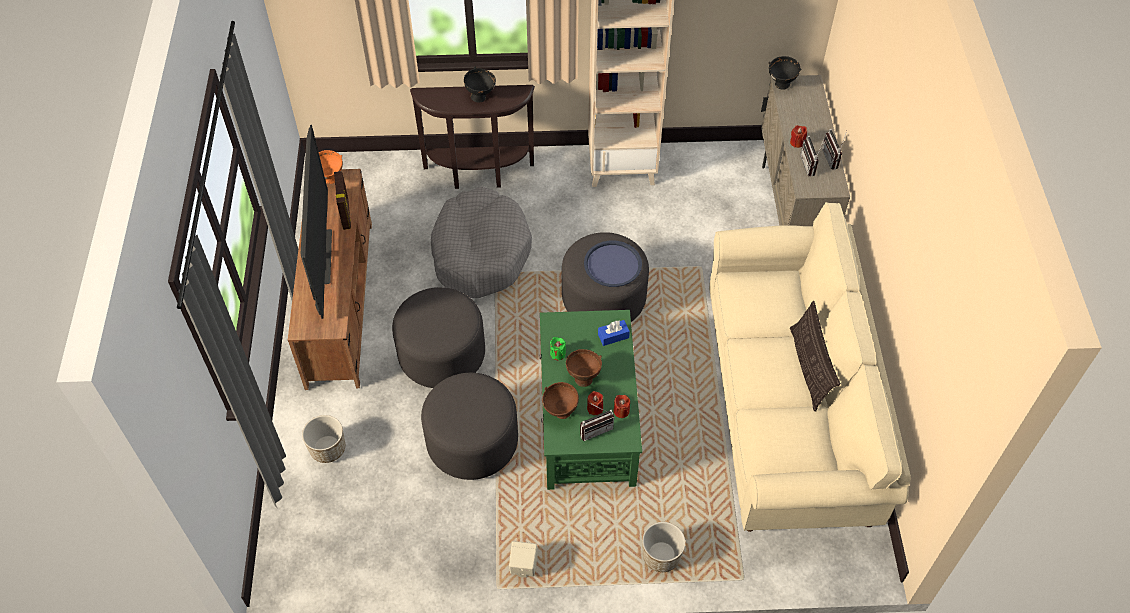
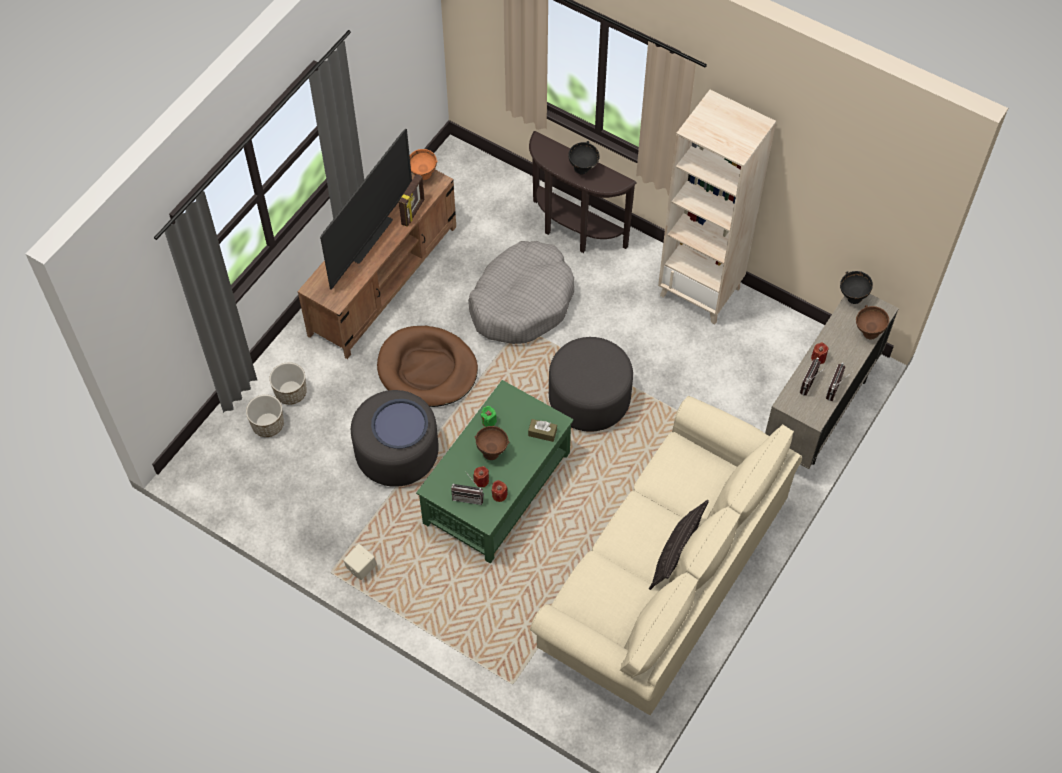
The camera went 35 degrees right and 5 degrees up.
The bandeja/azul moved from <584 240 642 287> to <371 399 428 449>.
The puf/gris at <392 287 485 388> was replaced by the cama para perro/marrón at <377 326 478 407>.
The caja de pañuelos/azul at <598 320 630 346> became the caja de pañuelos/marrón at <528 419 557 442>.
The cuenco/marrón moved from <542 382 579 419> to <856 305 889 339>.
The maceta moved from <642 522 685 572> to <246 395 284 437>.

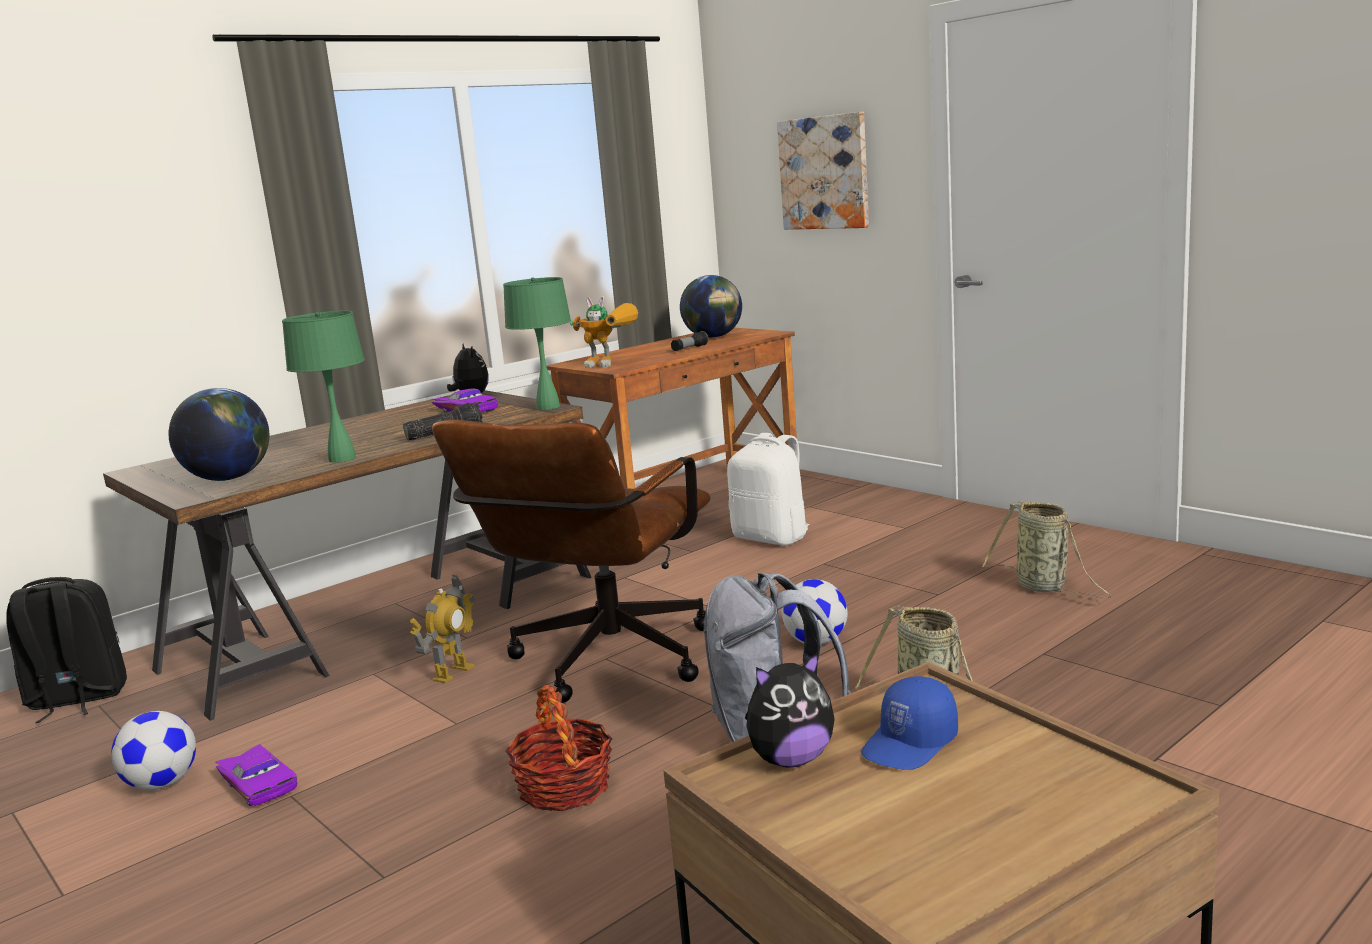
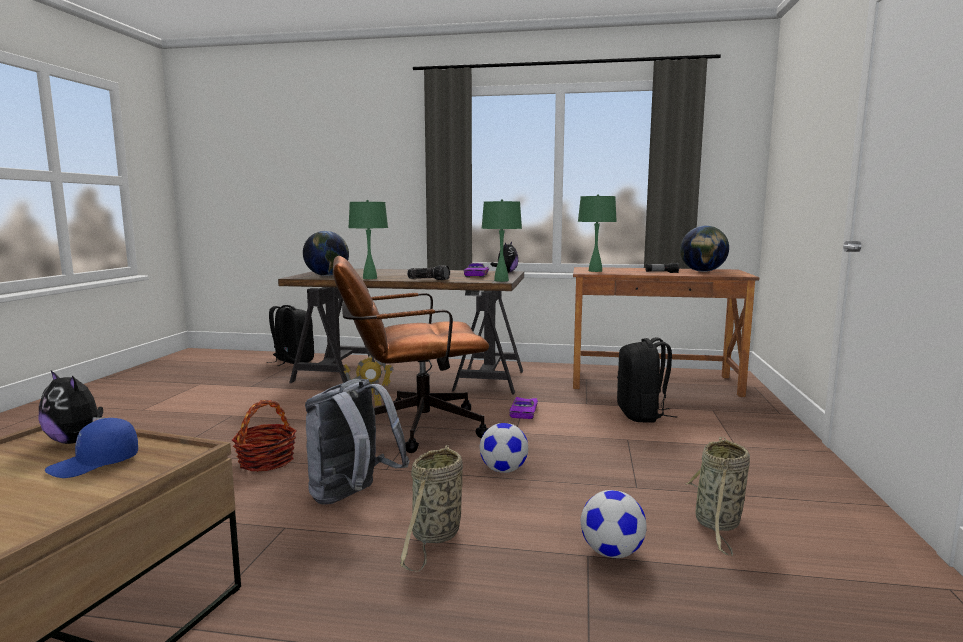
The camera went 50 degrees right and 5 degrees down.
The cuadro at <777 112 869 230> disappeared.
The robot de juguete at <570 296 638 368> was replaced by the lámpara de mesa/verde at <578 194 617 272>.
The mochila/blanco at <727 433 810 545> became the mochila/negro at <617 337 677 423>.
The gorra/azul at <861 676 958 770> turned 45 degrees counterclockwise.
The balón de fútbol moved from <111 711 196 790> to <581 490 647 558>.
The coche de juguete/morado moved from <215 744 297 806> to <509 397 538 419>.

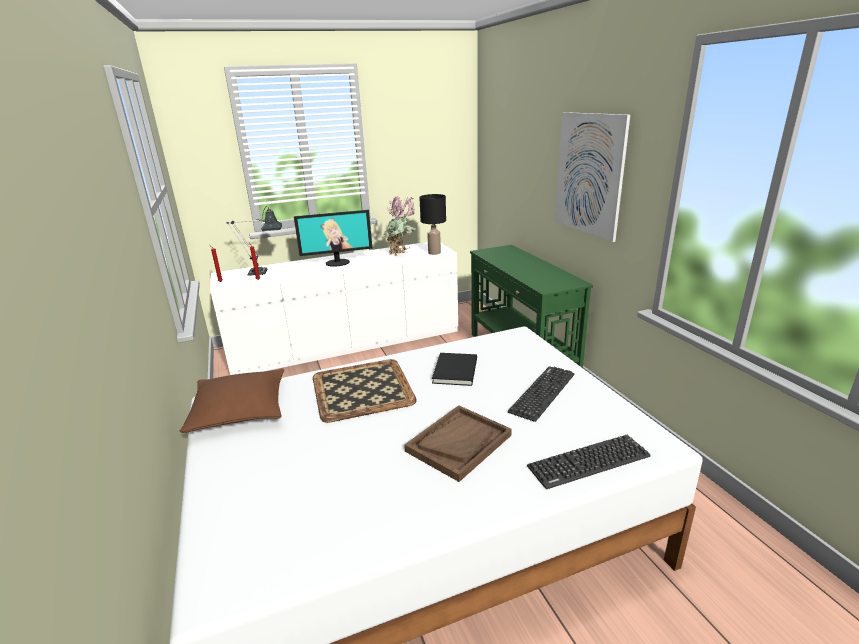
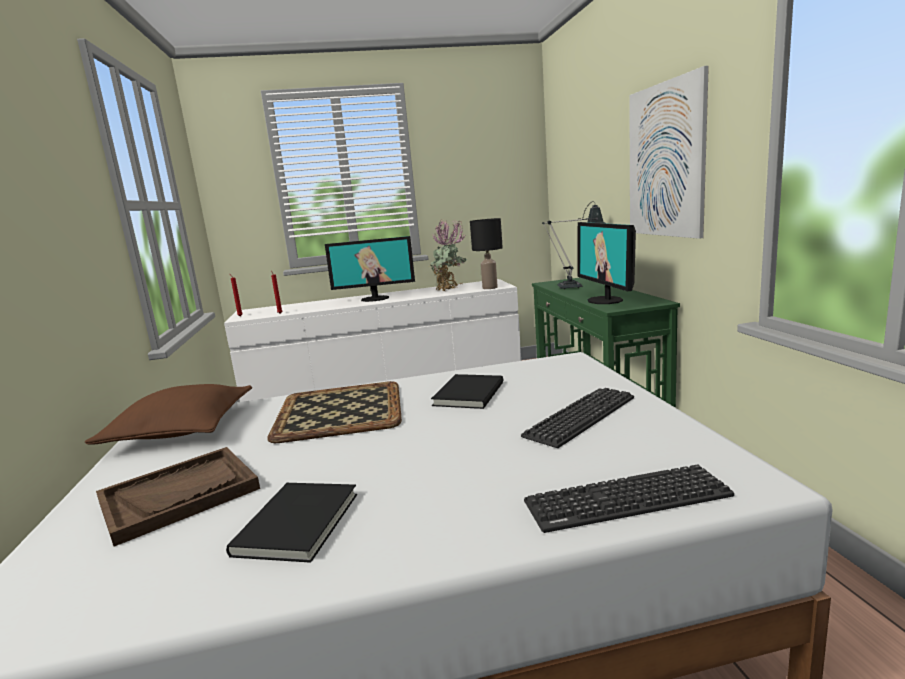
The camera went 10 degrees right and 10 degrees down.
The lámpara de mesa moved from <227 206 282 276> to <542 201 605 289>.
The bandeja/marrón moved from <404 405 512 482> to <96 447 260 546>.
The monitor at <578 222 636 304> appeared.
The libro/negro at <226 483 357 563> appeared.

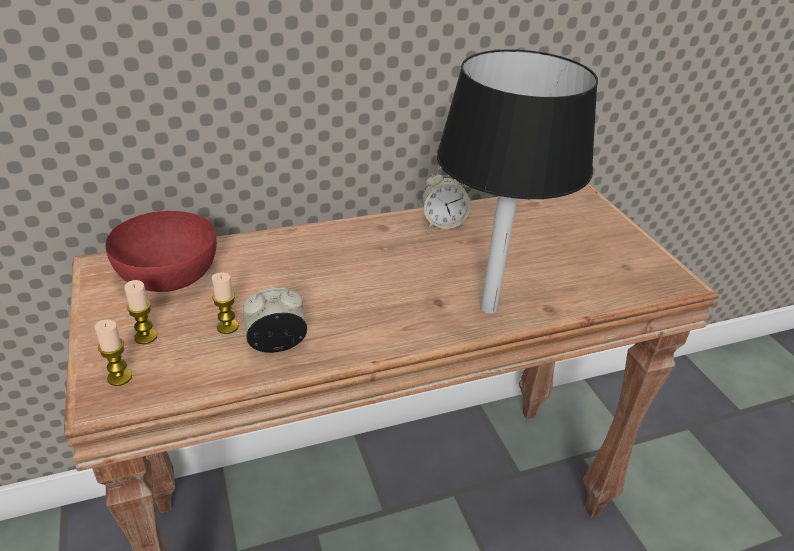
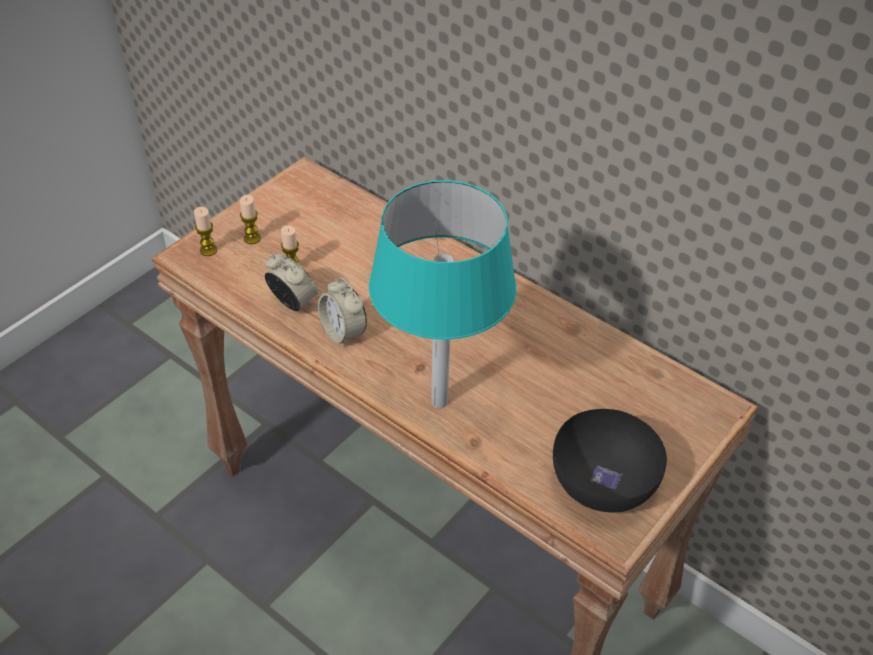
The camera went 60 degrees right and 10 degrees up.
The lámpara de mesa/negro at <437 49 598 314> became the lámpara de mesa/turquesa at <369 180 517 408>.
The despertador moved from <422 167 471 229> to <318 277 367 348>.
The cuenco/rojo at <106 211 217 292> disappeared.
The cuenco/negro at <553 409 667 513> appeared.

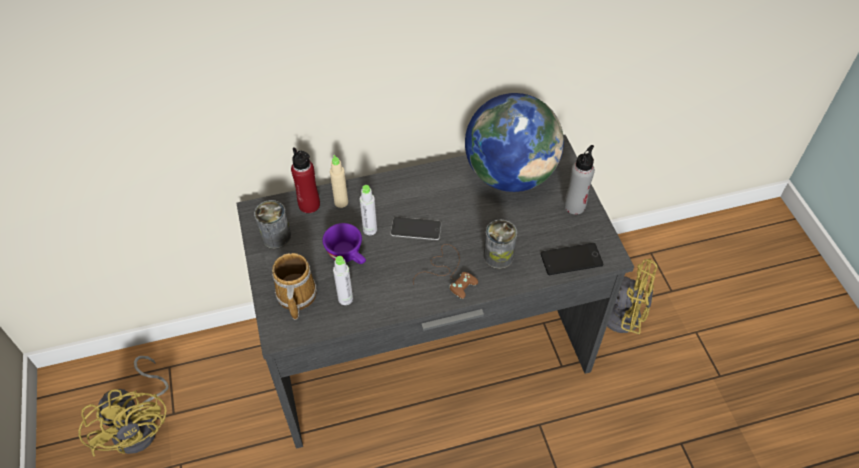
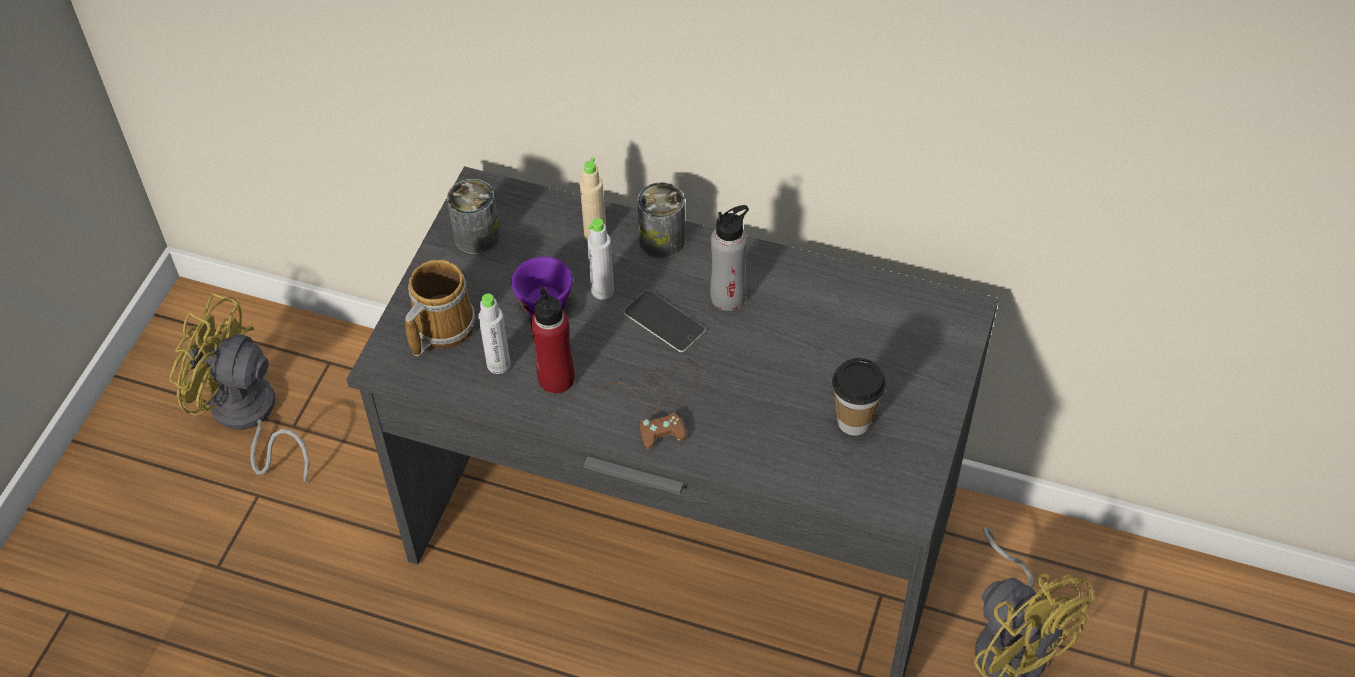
The camera went 35 degrees right and 0 degrees up.
The globo terráqueo at <465 93 564 192> disappeared.
The botella/gris moved from <564 145 595 214> to <710 205 749 311>.
The botella/rojo moved from <291 147 320 213> to <531 286 575 394>.
The lata moved from <483 220 517 269> to <637 182 685 259>.
The móvil at <541 243 603 275> disappeared.
The ventilador/amarillo at <78 356 169 457> turned 105 degrees clockwise.
The taza at <832 358 886 436> appeared.

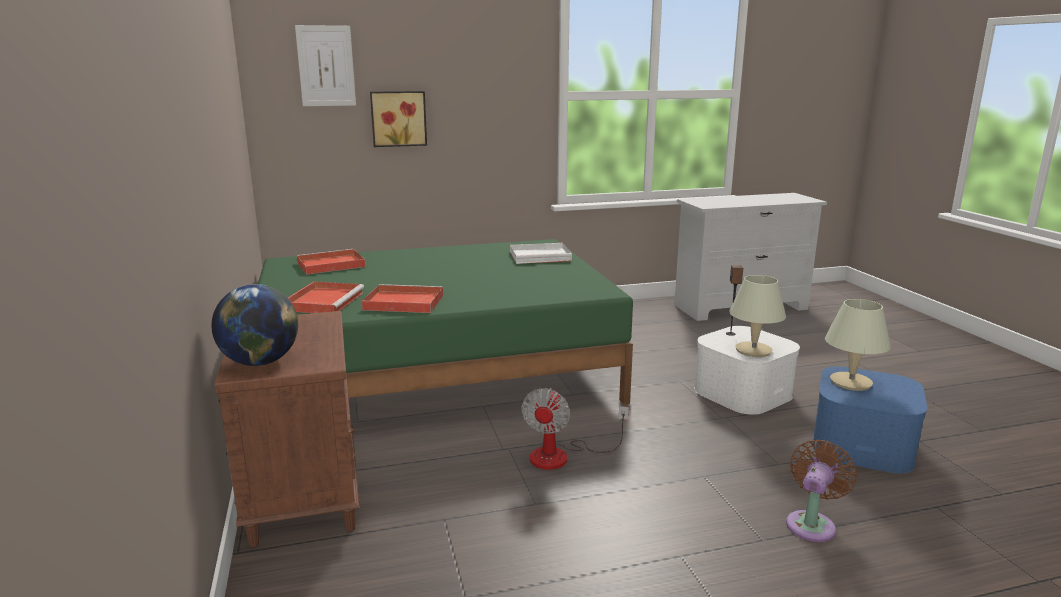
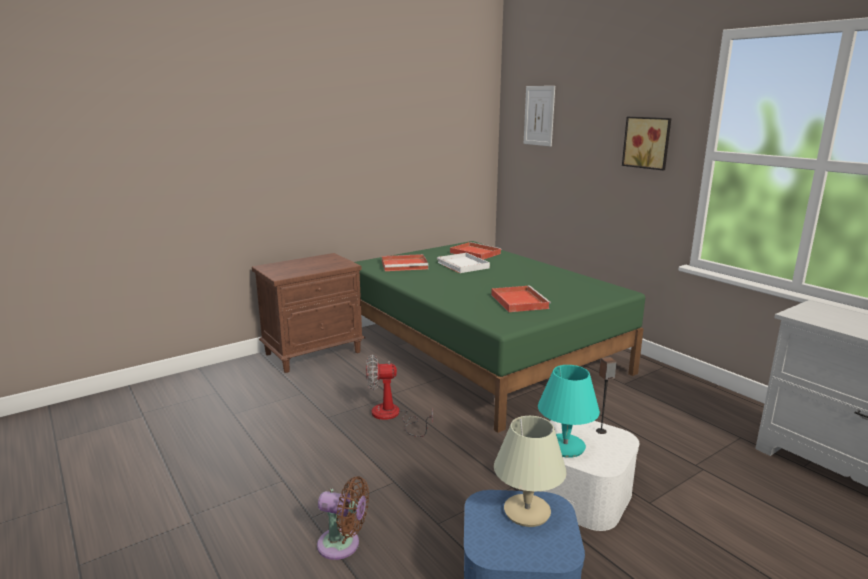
The camera went 70 degrees right and 0 degrees up.
The cuadro moved from <370 91 427 147> to <622 117 671 170>.
The bandeja/blanco moved from <510 243 572 264> to <437 253 490 273>.
The lámpara de mesa/beis at <729 275 786 357> became the lámpara de mesa/turquesa at <538 365 600 458>.
The globo terráqueo at <211 284 298 366> disappeared.
The bandeja/rojo moved from <362 284 444 313> to <491 285 551 312>.

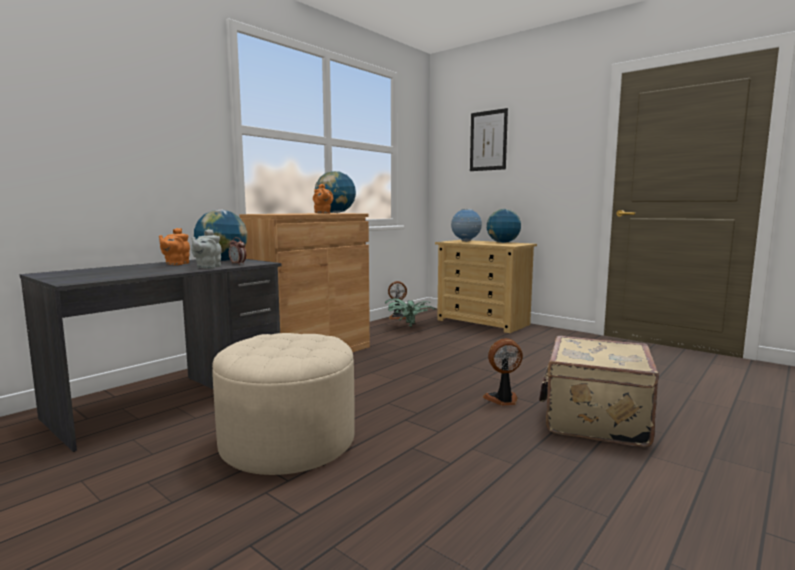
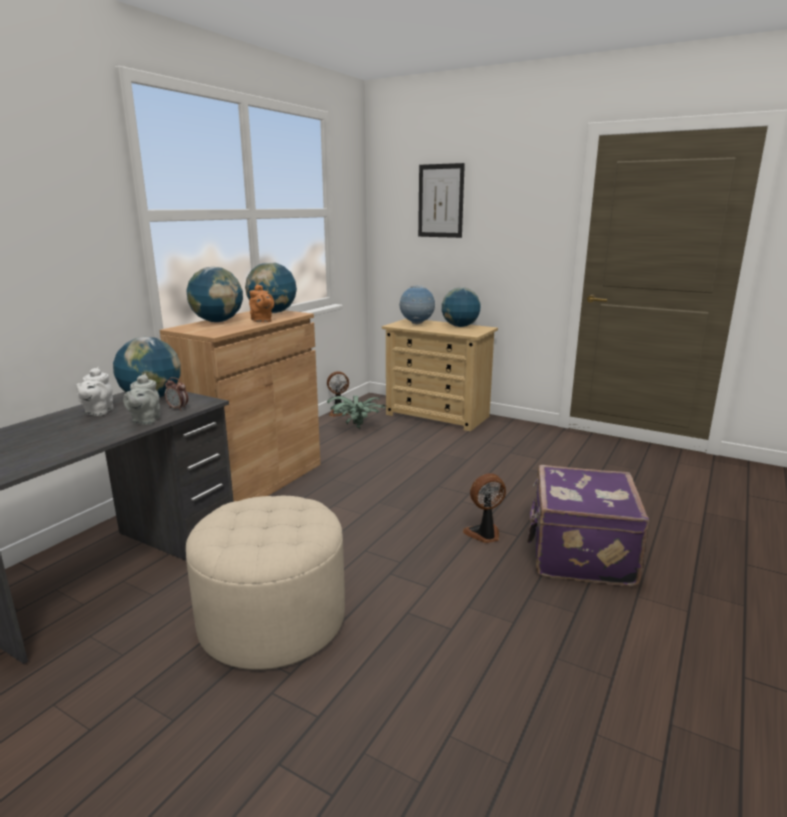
The camera went 10 degrees left and 10 degrees up.
The tetera/naranja at <159 228 190 265> became the tetera/blanco at <76 367 113 416>.
The maleta/beis at <539 336 659 447> became the maleta/morado at <527 465 649 587>.
The globo terráqueo at <186 267 243 322> appeared.

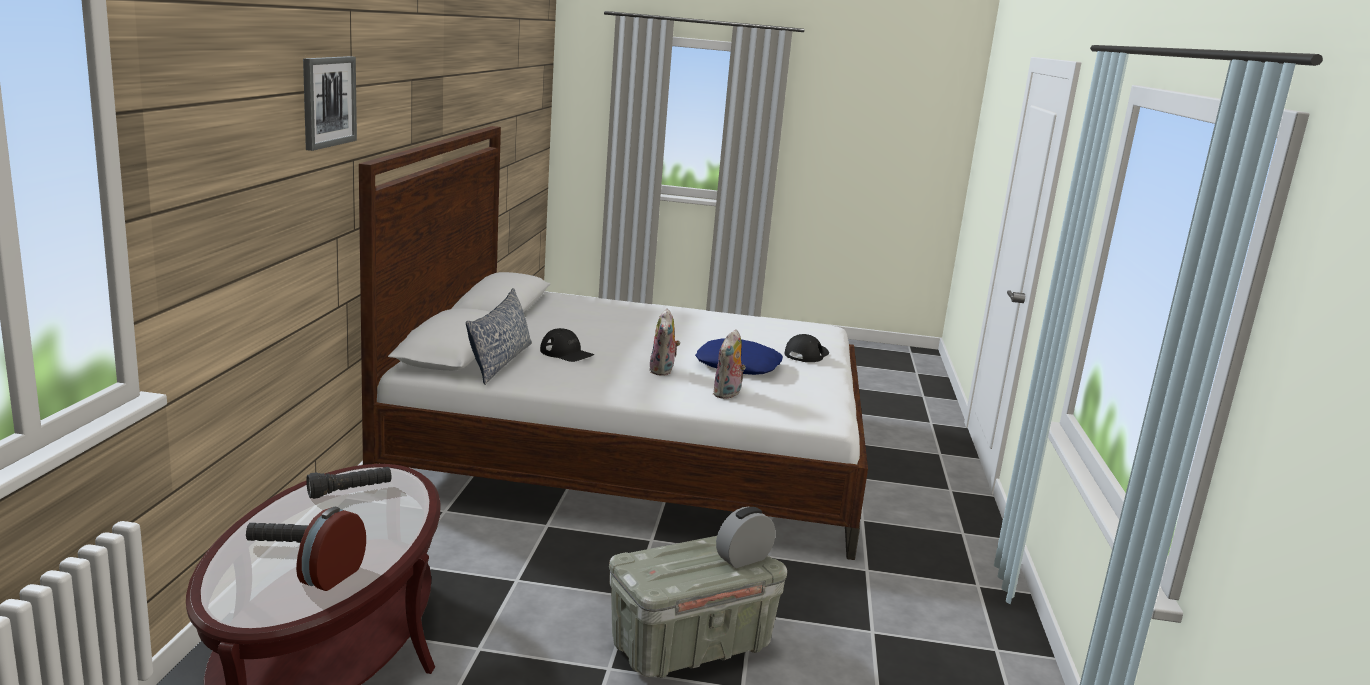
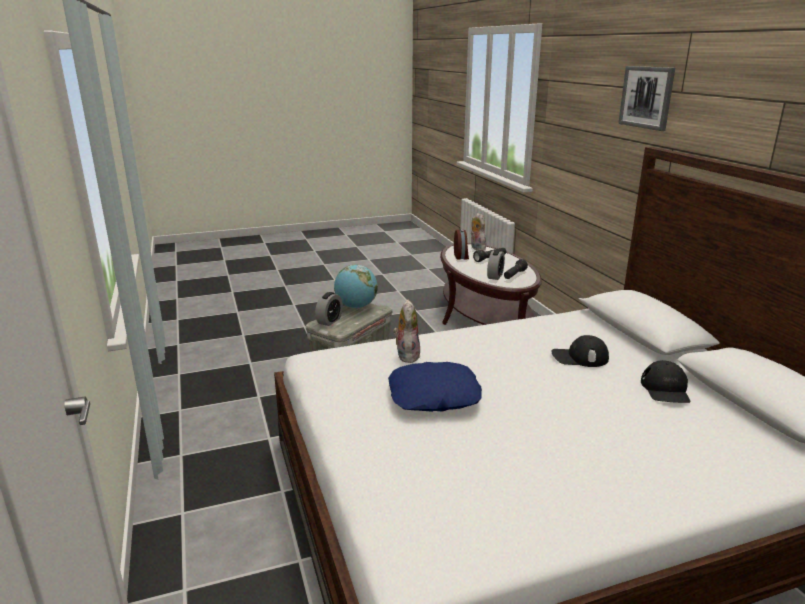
The camera went 155 degrees right and 5 degrees up.
The cojín at <466 288 532 385> disappeared.
The peluche moved from <650 308 680 376> to <471 213 486 251>.
The gorra/negro moved from <785 334 829 362> to <641 360 691 403>.
The despertador at <487 250 505 280> appeared.
The globo terráqueo at <334 265 378 308> appeared.

